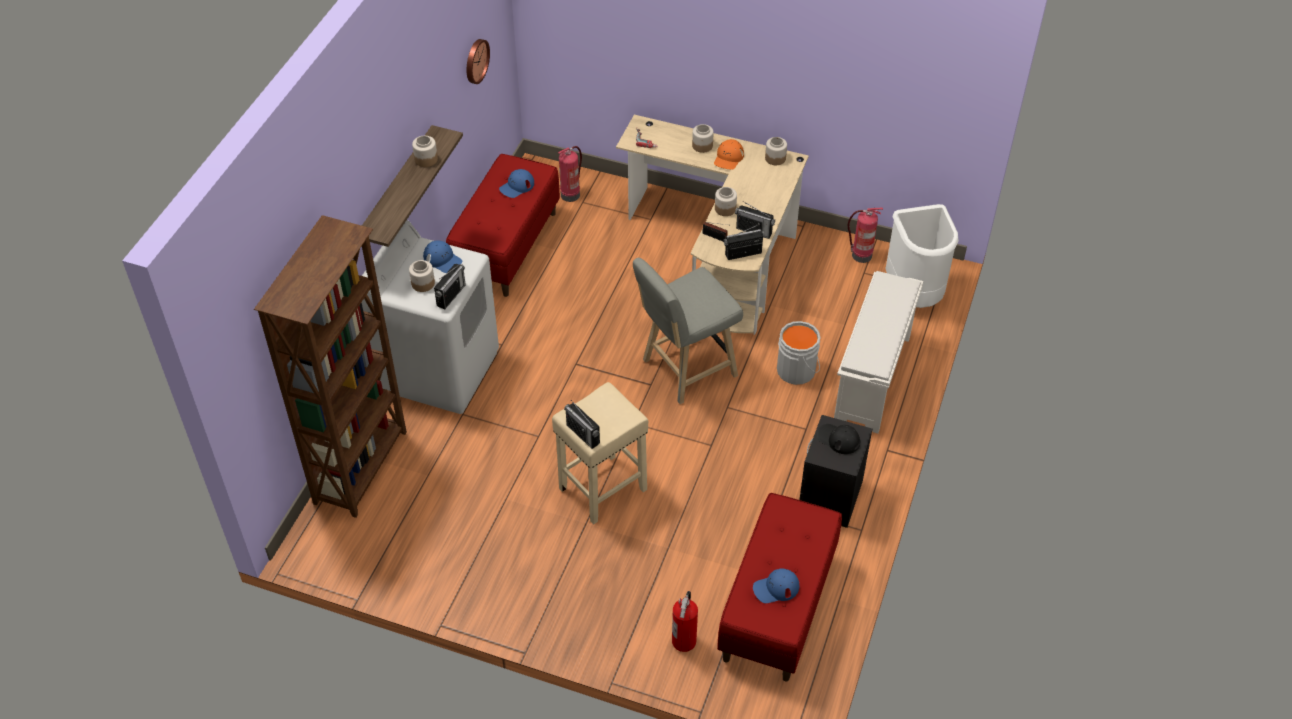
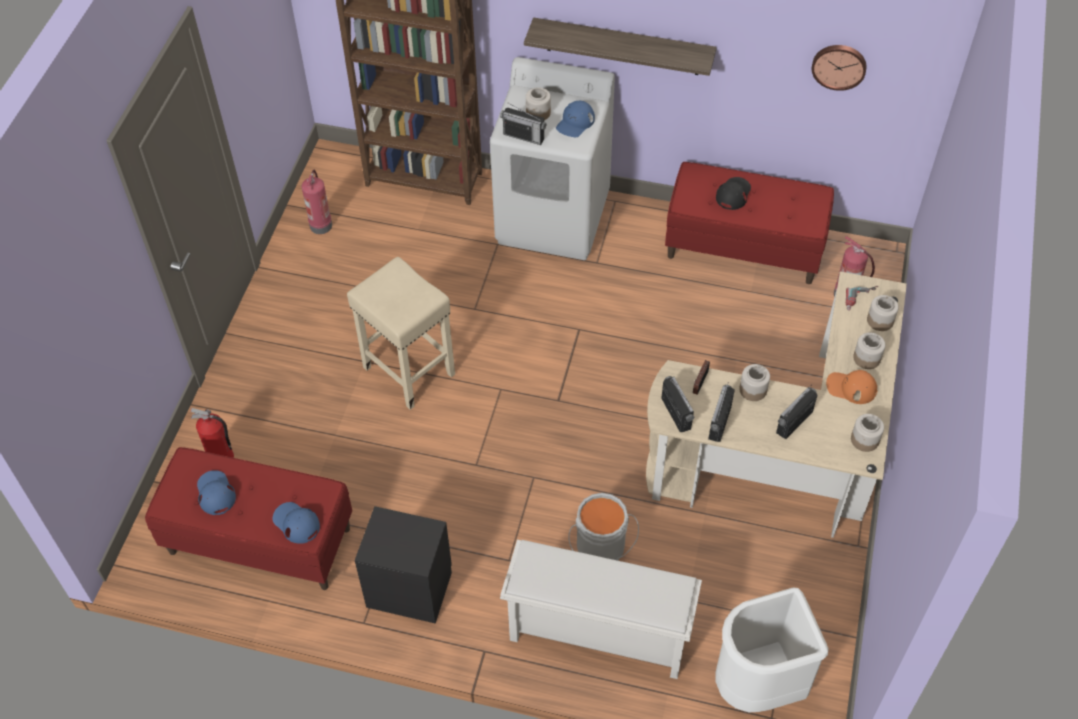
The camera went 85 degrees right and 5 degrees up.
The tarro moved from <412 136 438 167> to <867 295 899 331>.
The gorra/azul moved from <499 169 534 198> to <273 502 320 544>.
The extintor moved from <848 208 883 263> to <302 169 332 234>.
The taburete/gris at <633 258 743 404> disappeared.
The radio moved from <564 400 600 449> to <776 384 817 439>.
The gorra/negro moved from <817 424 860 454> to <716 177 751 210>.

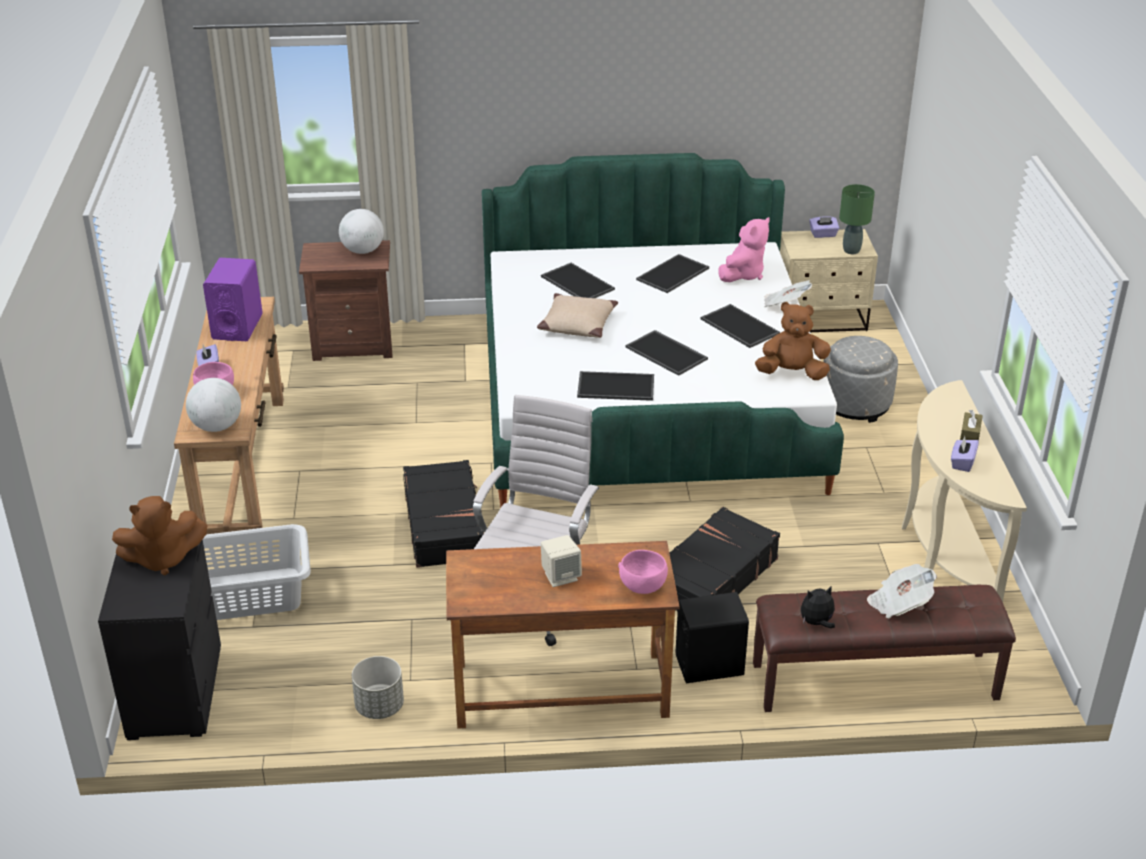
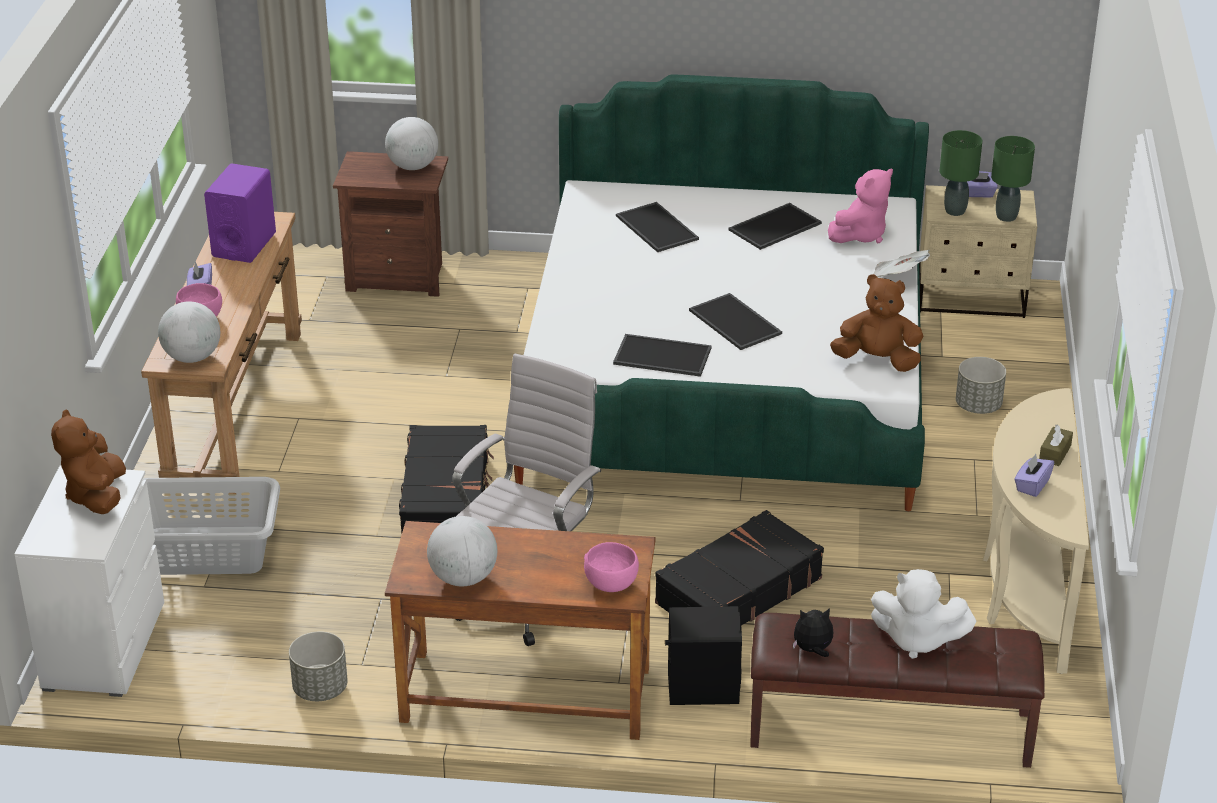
The camera went 10 degrees right and 0 degrees up.
The cojín/beis at <537 293 618 338> disappeared.
The bandeja at <701 304 780 348> disappeared.
The puf/gris at <824 336 898 423> was replaced by the maceta/gris at <956 357 1006 414>.
The peluche/marrón at <112 496 207 575> turned 90 degrees clockwise.
The altavoz/beis at <541 535 582 587> disappeared.
The cómoda/negro at <98 539 221 740> became the cómoda/blanco at <15 465 164 697>.
The periódico at <867 564 937 619> was replaced by the peluche/blanco at <871 569 977 659>.
The lámpara de mesa/verde at <940 130 982 216> appeared.
The globo terráqueo at <427 516 497 586> appeared.

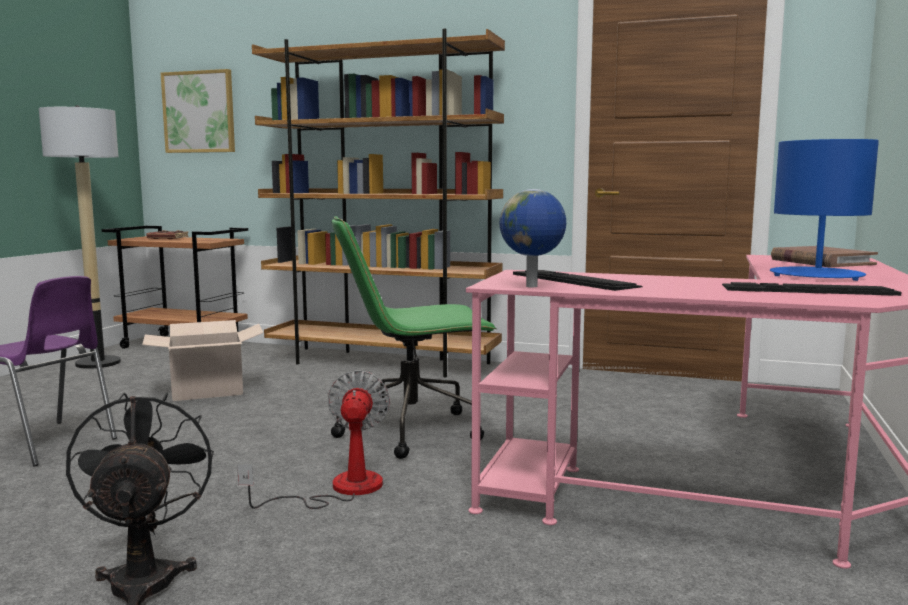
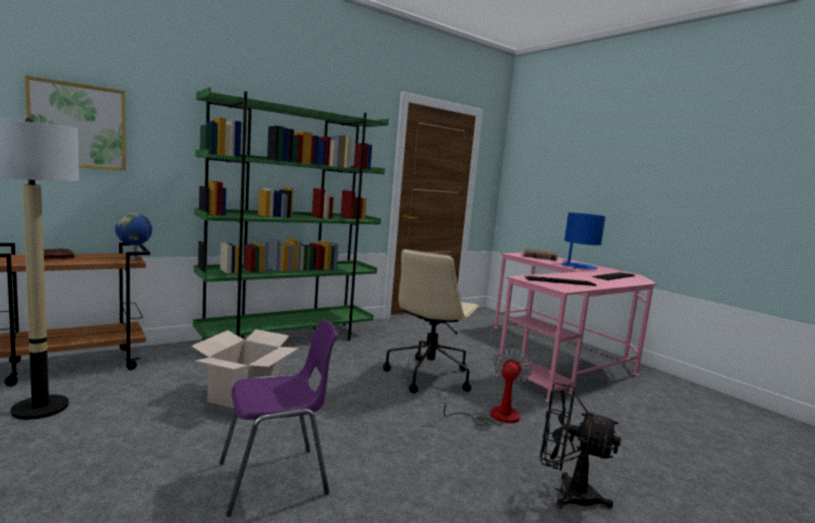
The camera went 55 degrees left and 0 degrees up.
The estantería/marrón at <252 28 505 377> became the estantería/verde at <193 87 389 341>.
The globo terráqueo moved from <500 189 566 287> to <115 213 152 260>.
The silla de oficina/verde at <331 216 497 459> became the silla de oficina/beis at <383 249 479 393>.
The ventilador at <237 370 390 509> turned 75 degrees clockwise.

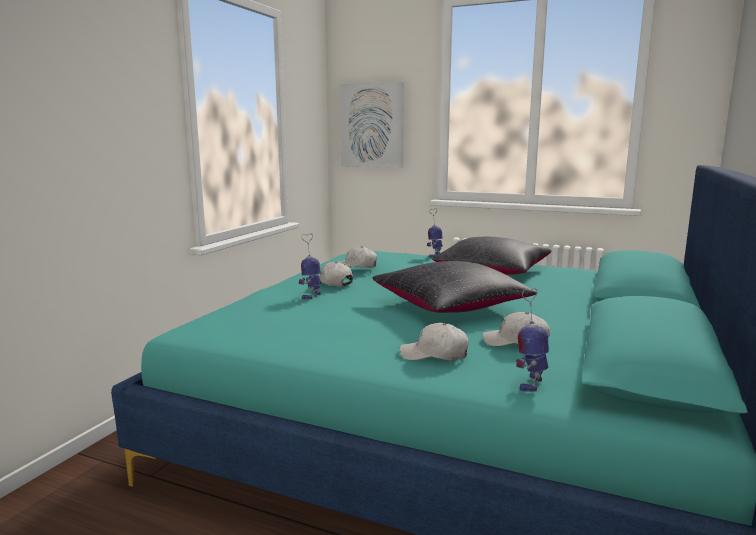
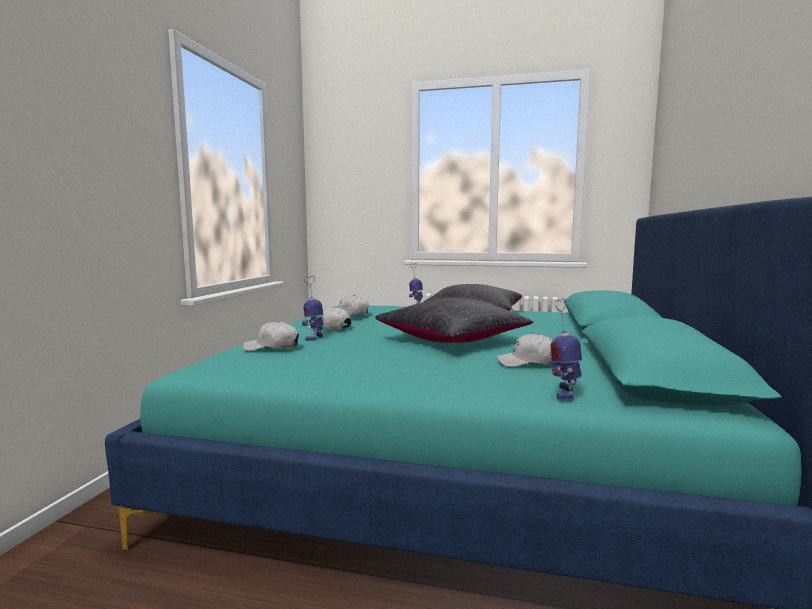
The camera went 10 degrees left and 5 degrees down.
The cuadro at <339 82 404 168> disappeared.
The gorra/blanco moved from <400 322 469 360> to <243 321 299 351>.

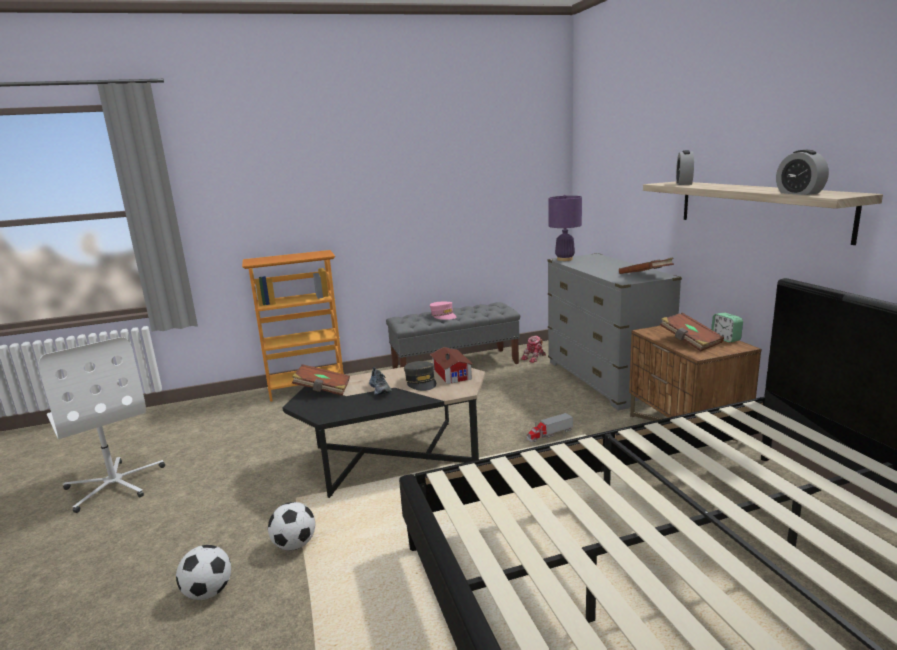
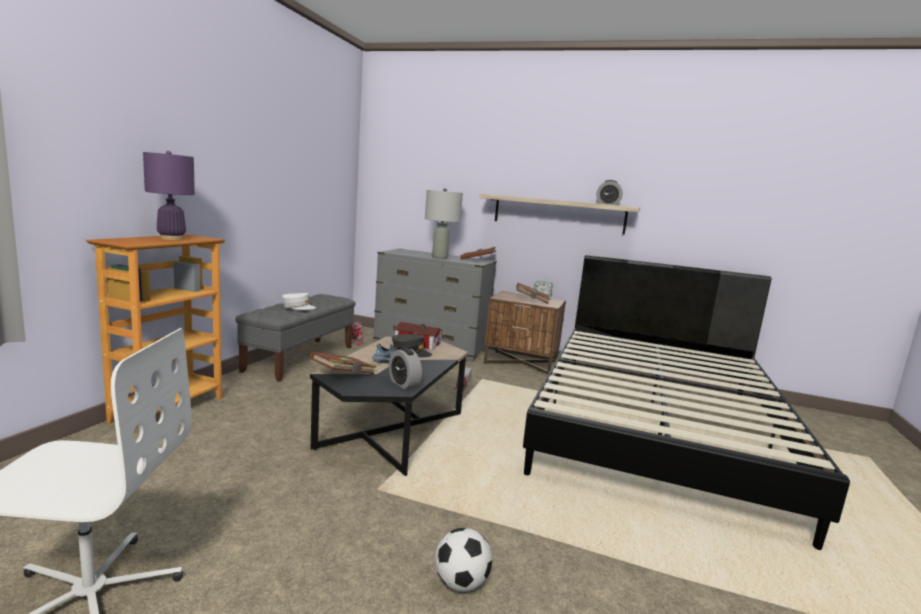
The camera went 55 degrees left and 5 degrees down.
The despertador moved from <676 150 694 185> to <389 347 422 389>.
The lámpara de mesa/morado moved from <548 194 582 261> to <143 151 195 240>.
The gorra/rosa at <430 302 457 320> became the gorra/blanco at <282 293 316 310>.
The balón de fútbol at <268 502 315 551> disappeared.
The lámpara de mesa/gris at <425 188 463 259> appeared.

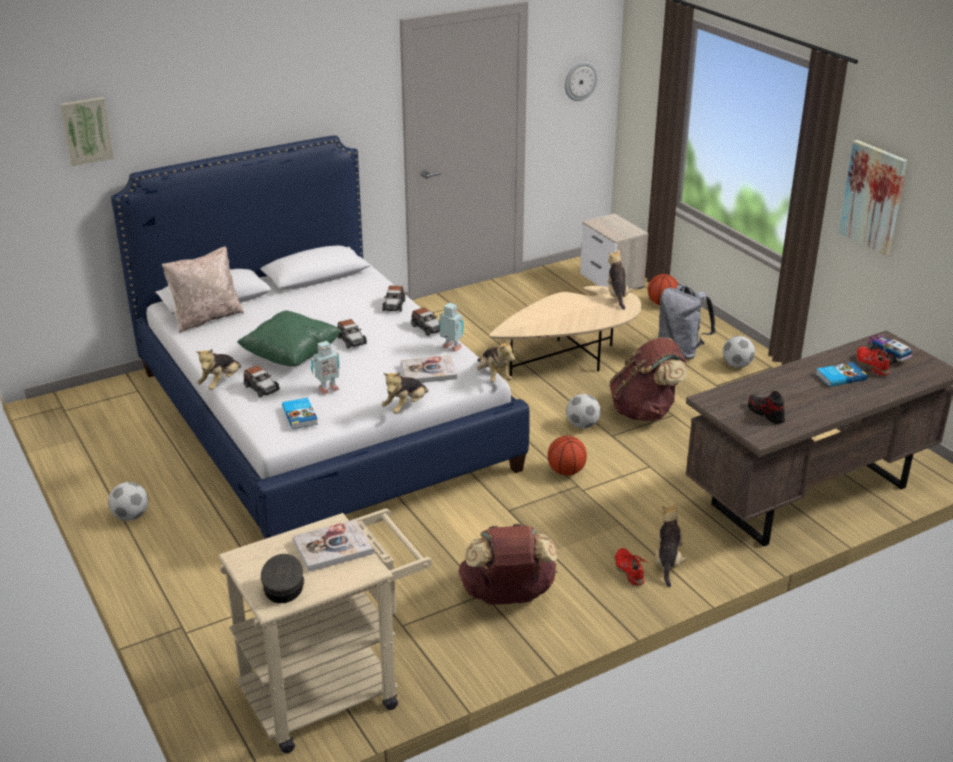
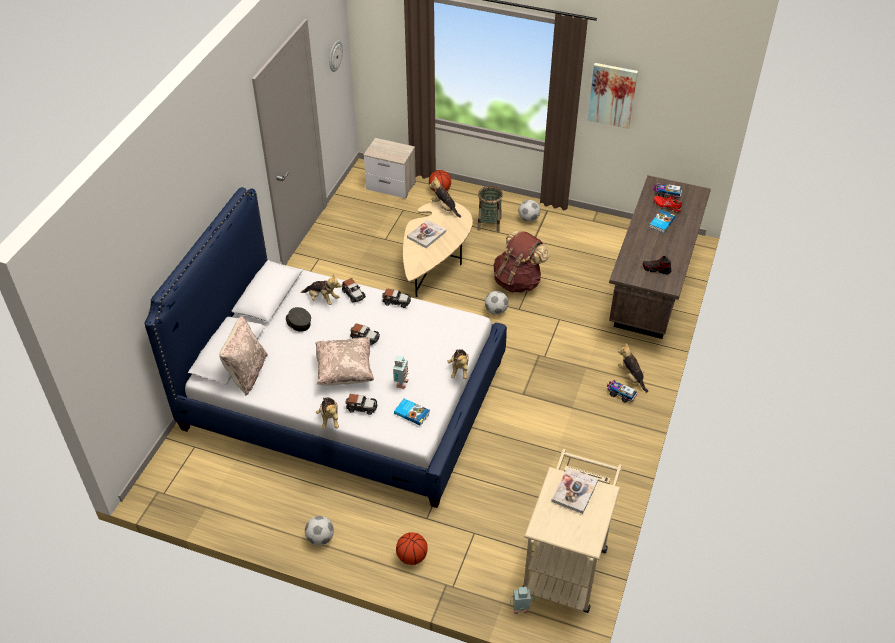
The camera went 40 degrees left and 15 degrees up.
The cuadro at <60 97 114 166> disappeared.
The mochila/gris at <658 285 716 359> was replaced by the cesta at <477 186 503 232>.
The robot de juguete moved from <439 303 464 352> to <510 586 535 614>.
The cojín/verde at <237 310 342 366> became the cojín/beis at <315 337 374 386>.
The peluche moved from <477 338 515 382> to <301 274 342 305>.
The libro moved from <401 355 457 383> to <407 220 446 248>.
The balón de baloncesto moved from <548 436 587 476> to <396 532 428 565>.
The mochila/marrón at <458 523 557 605> disappeared.
The zapato/rojo at <614 548 651 586> was replaced by the camión de juguete at <607 380 637 403>.
The gorra/gris moved from <261 554 304 603> to <286 307 311 332>.

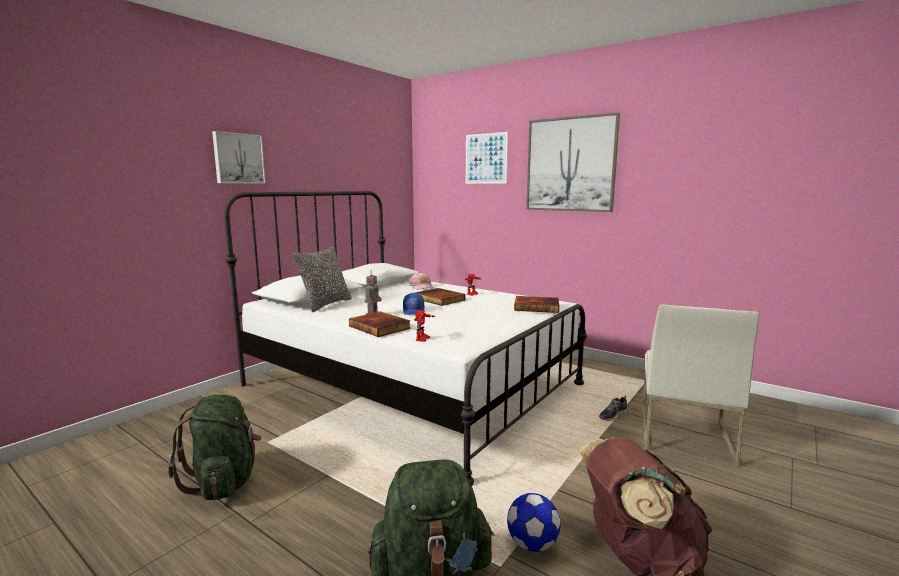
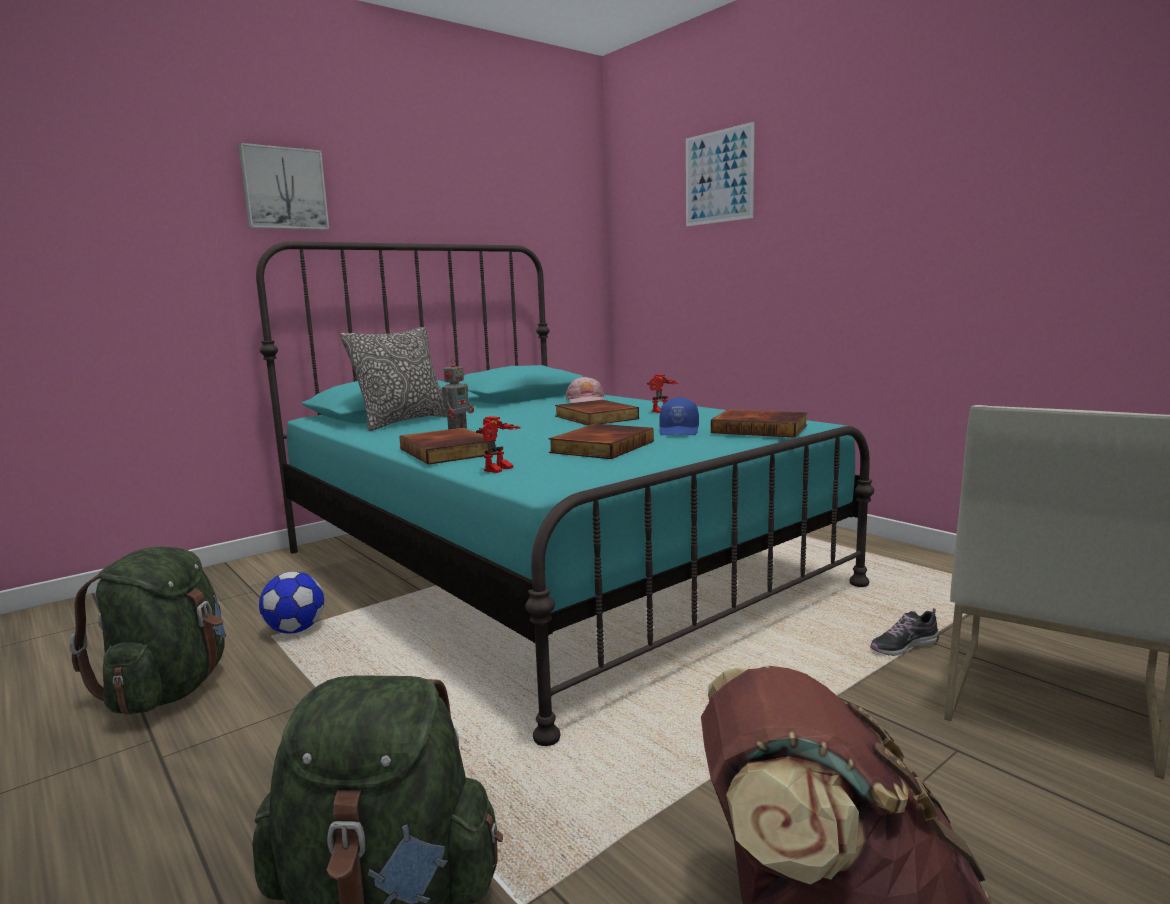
The camera went 15 degrees right and 0 degrees up.
The cuadro at <526 112 620 212> disappeared.
The cama/blanco at <224 191 587 486> became the cama/turquesa at <256 241 874 746>.
The gorra/azul moved from <403 293 424 315> to <660 397 699 435>.
The balón de fútbol moved from <507 493 561 552> to <259 572 324 634>.
The libro at <549 424 654 459> appeared.

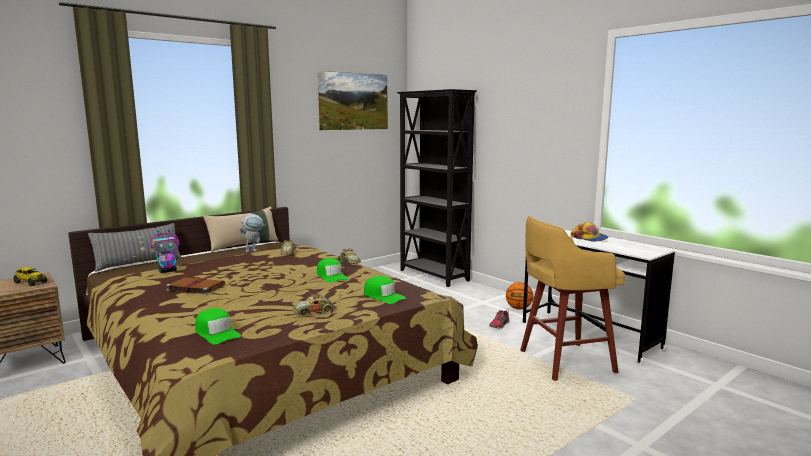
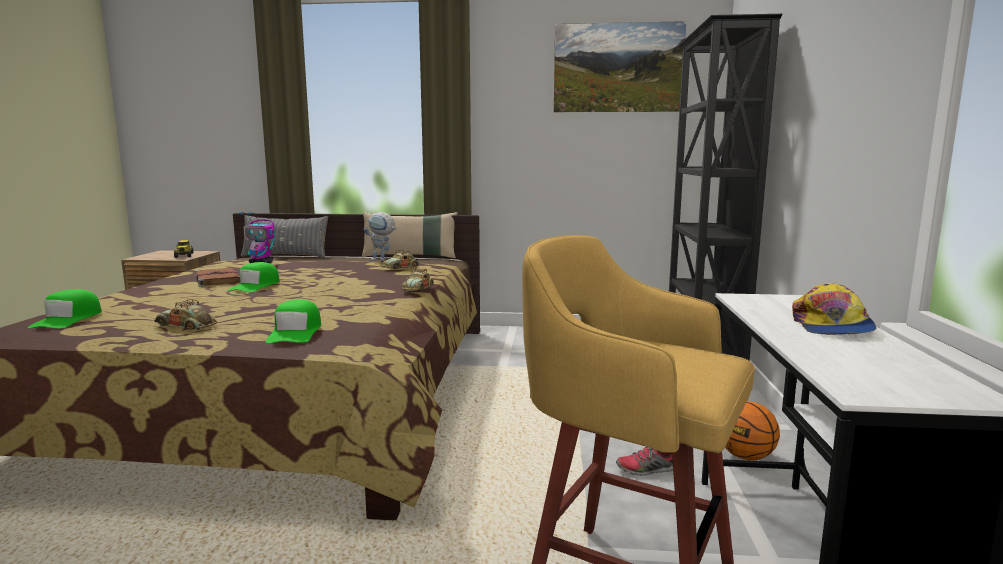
The camera went 45 degrees right and 0 degrees up.
The gorra/verde moved from <317 258 348 283> to <227 262 280 292>.

